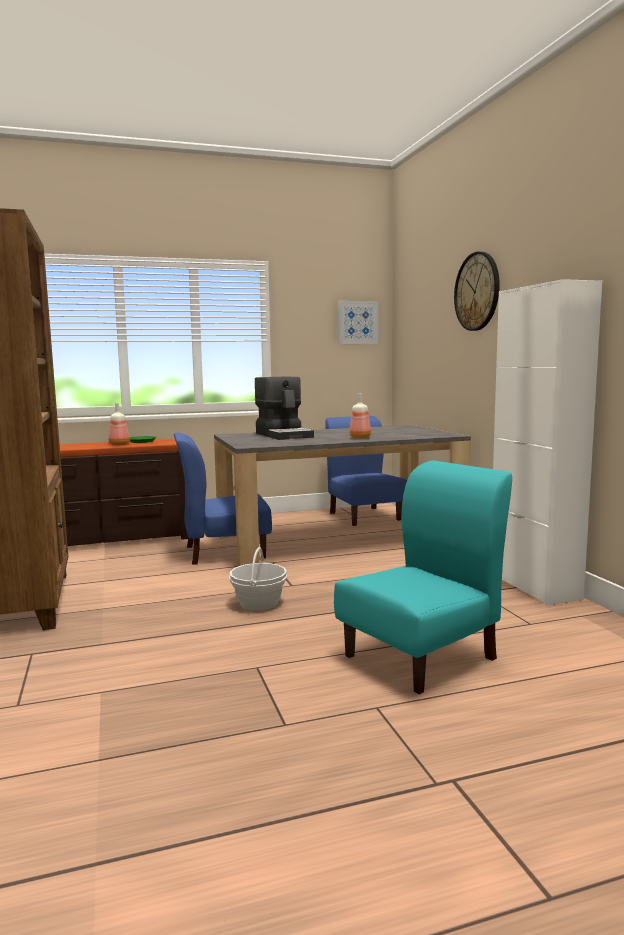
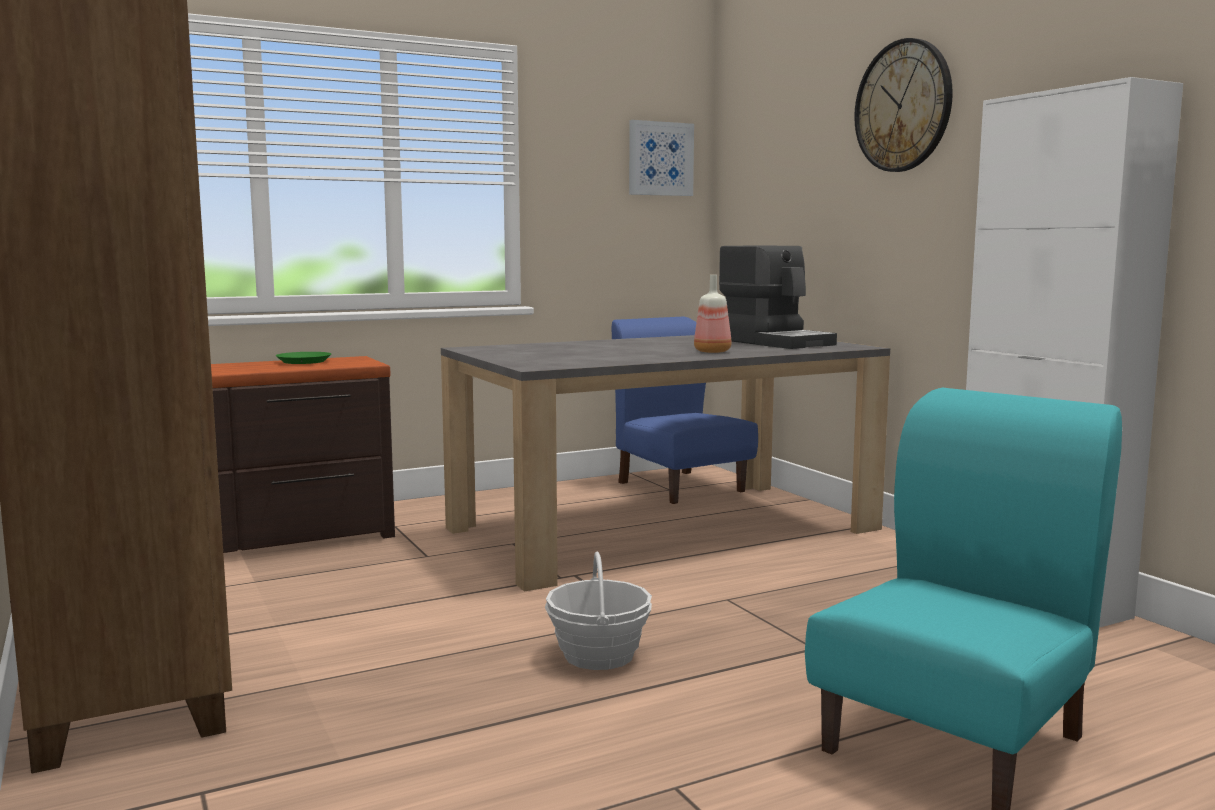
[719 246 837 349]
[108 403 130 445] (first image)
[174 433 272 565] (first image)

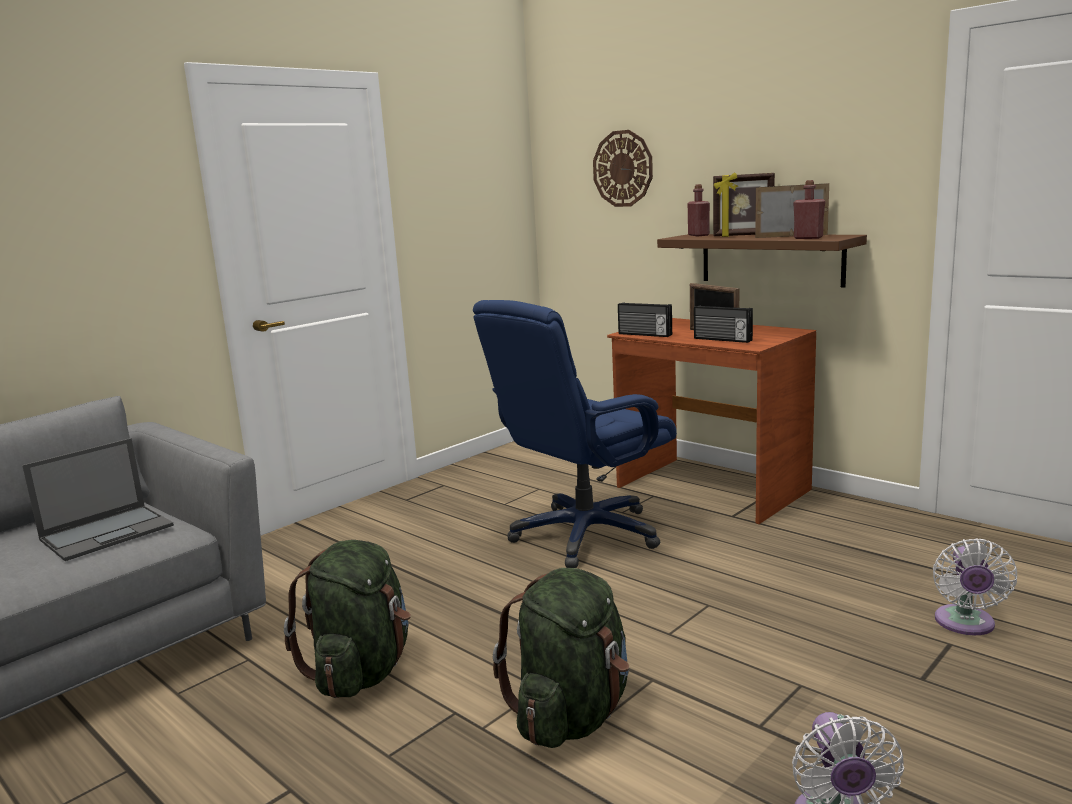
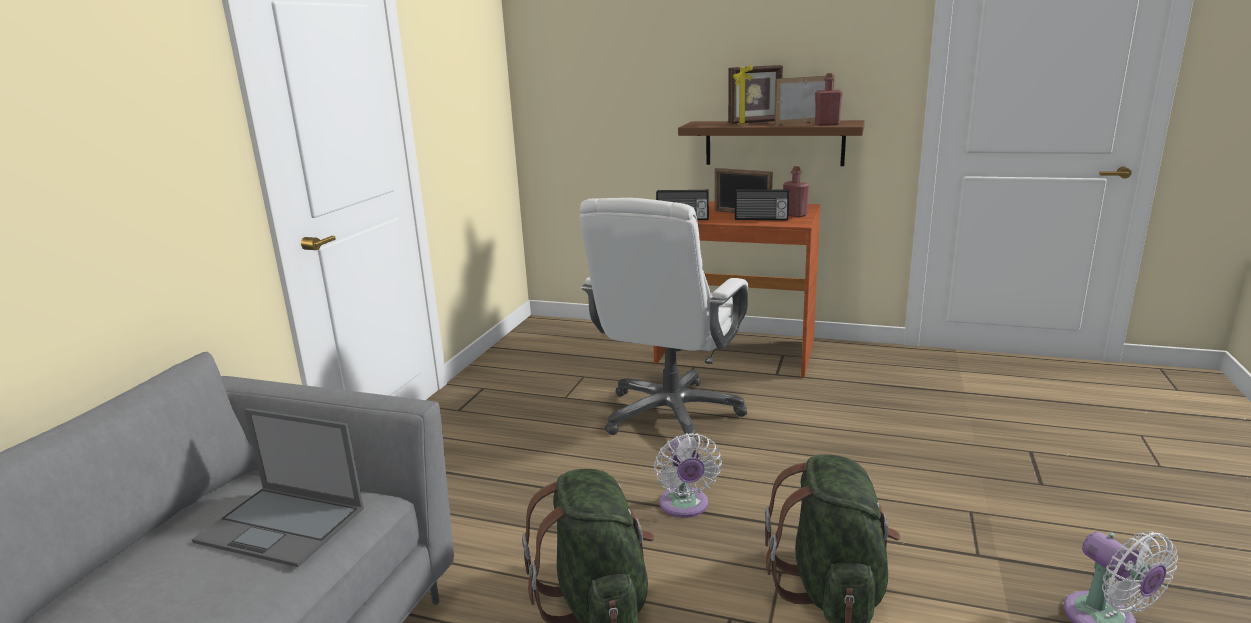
[192 408 364 567]
[580 198 748 449]
[654 433 722 518]
[783 166 809 218]
[593 130 653 207] (first image)

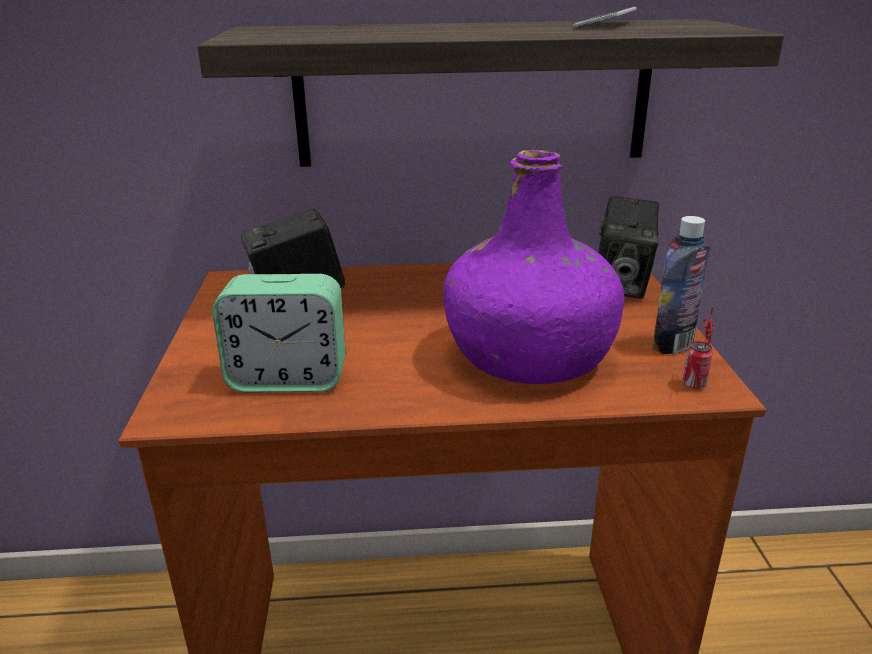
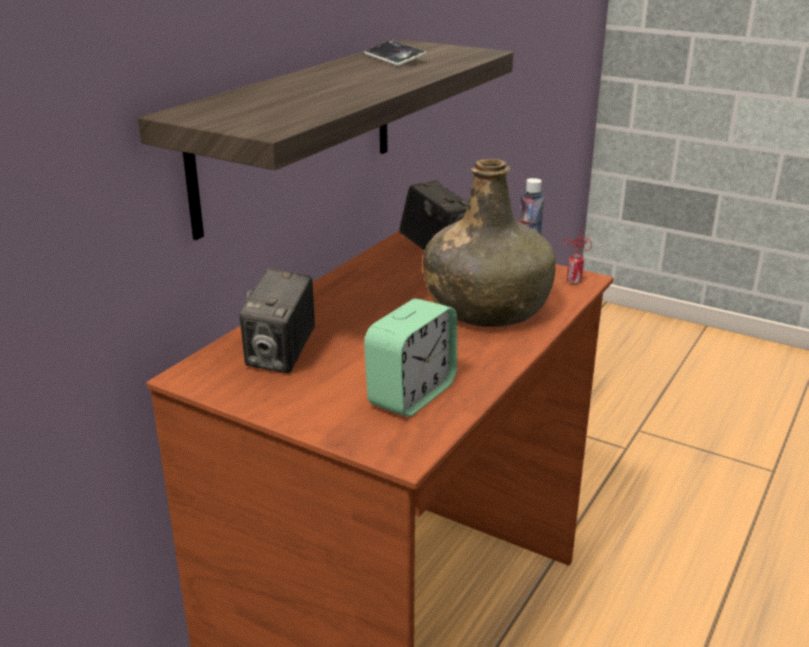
[423 159 556 327]

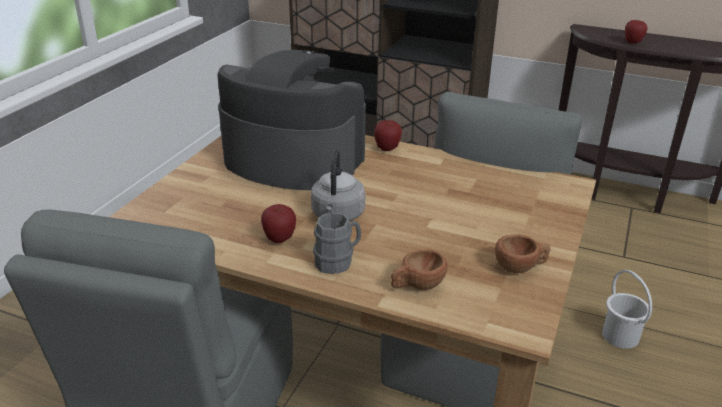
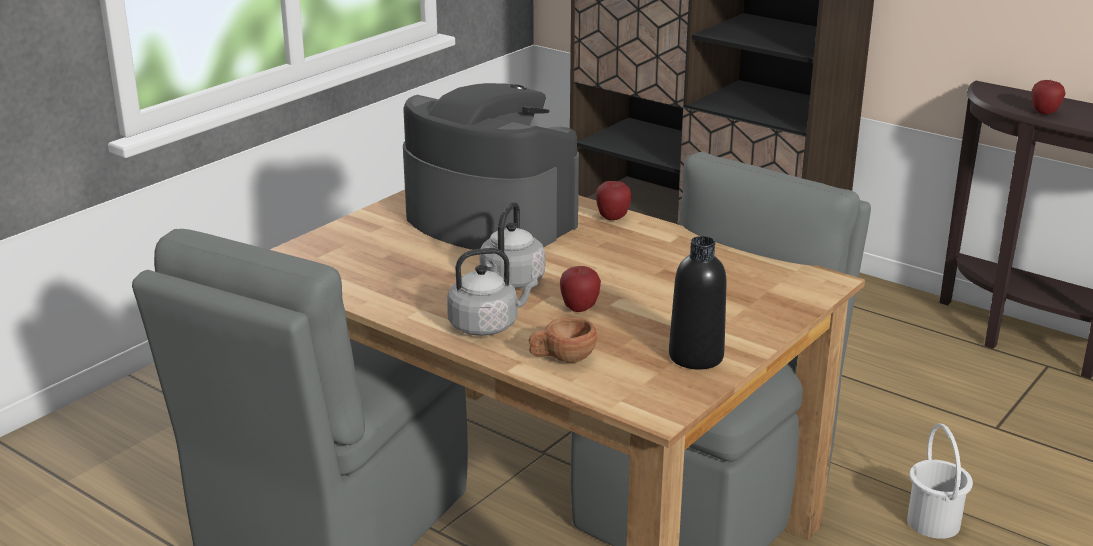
[447 248 538 336]
[560 266 601 312]
[669 236 727 369]

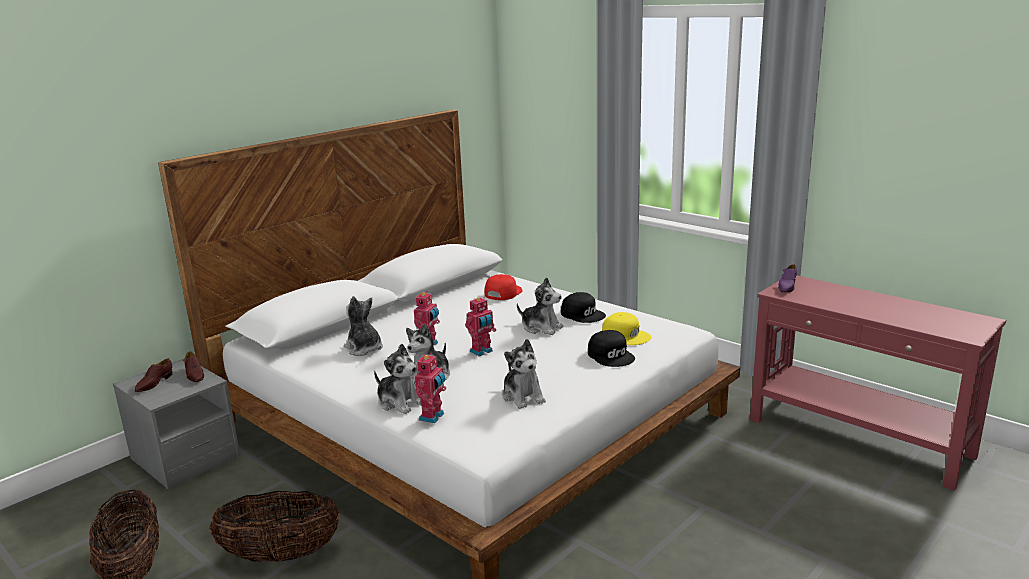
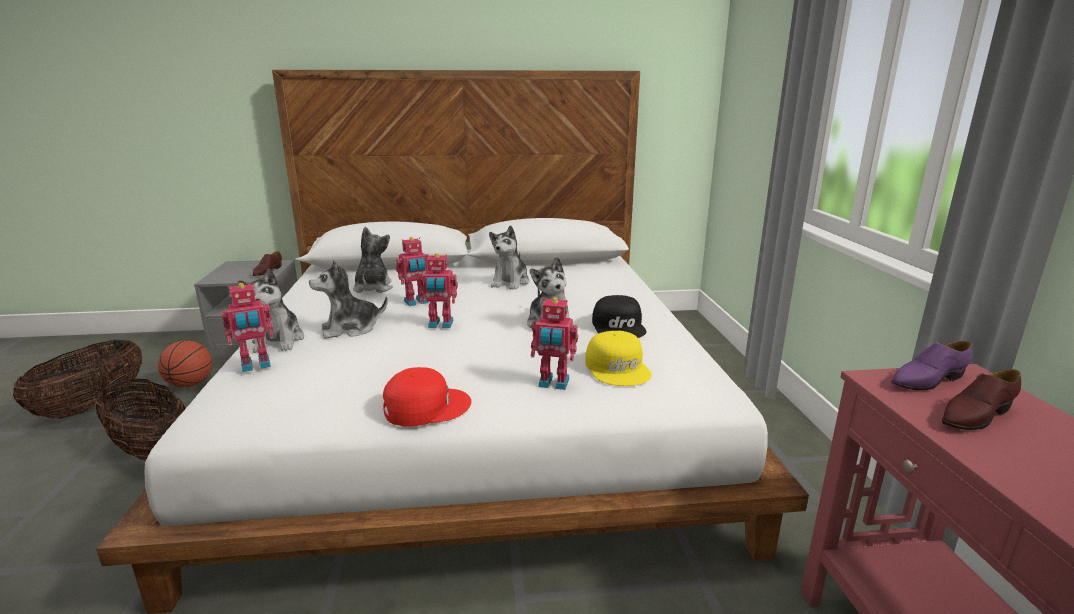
[158 340 212 387]
[383 367 471 426]
[489 226 529 290]
[531 297 578 390]
[942 369 1021 430]

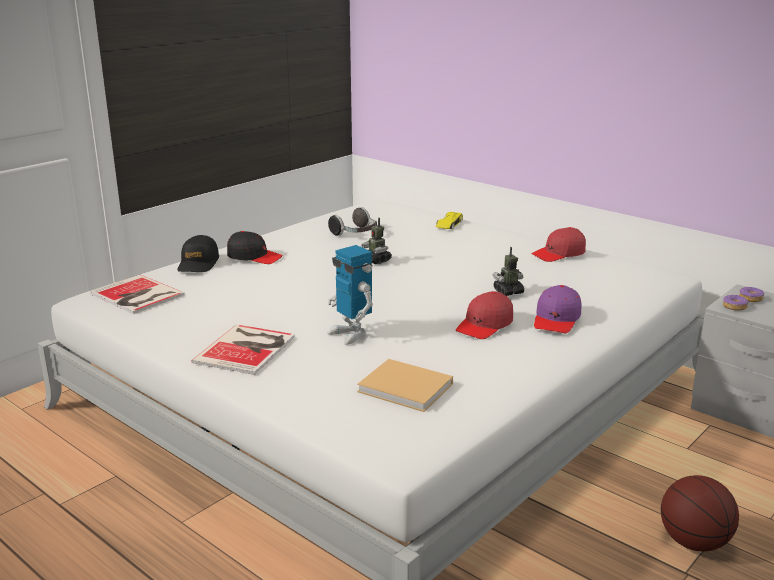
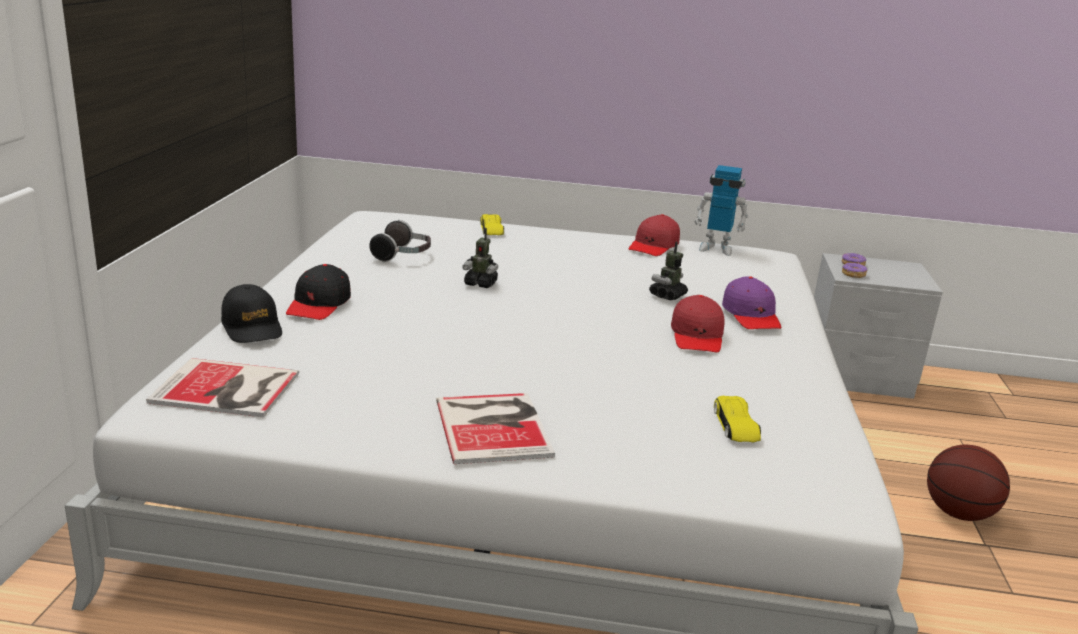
[286 264 351 320]
[694 165 748 256]
[714 396 761 442]

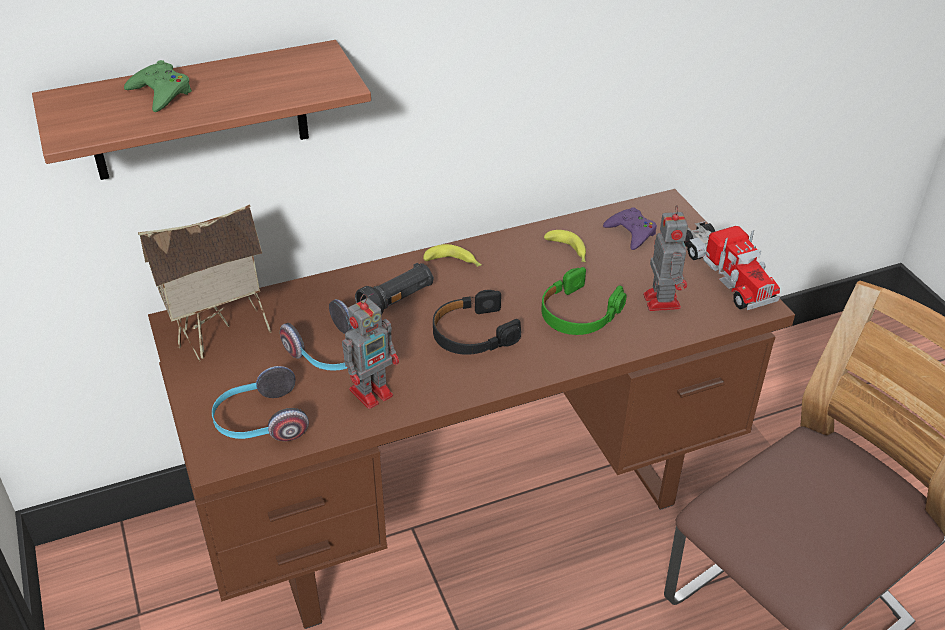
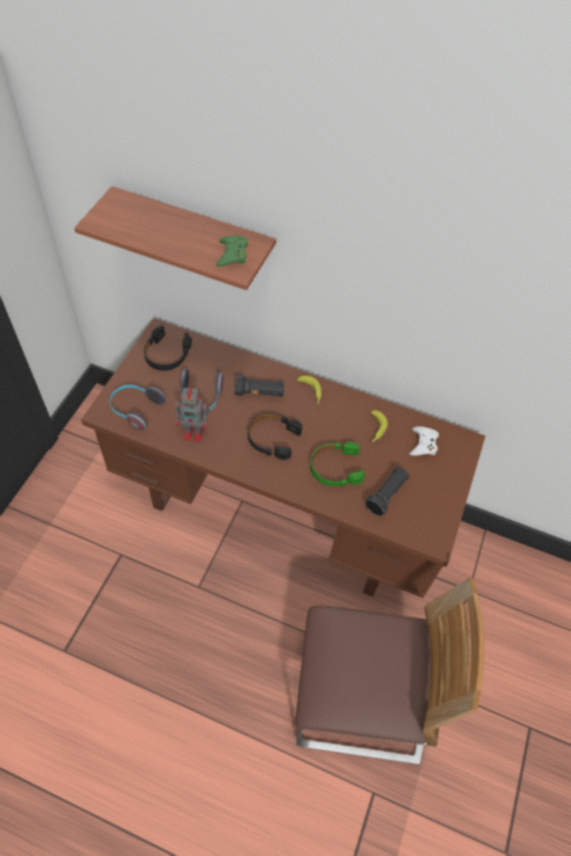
[144 326 192 371]
[216 235 248 267]
[365 467 409 516]
[409 426 439 456]
[684 221 780 310] (first image)

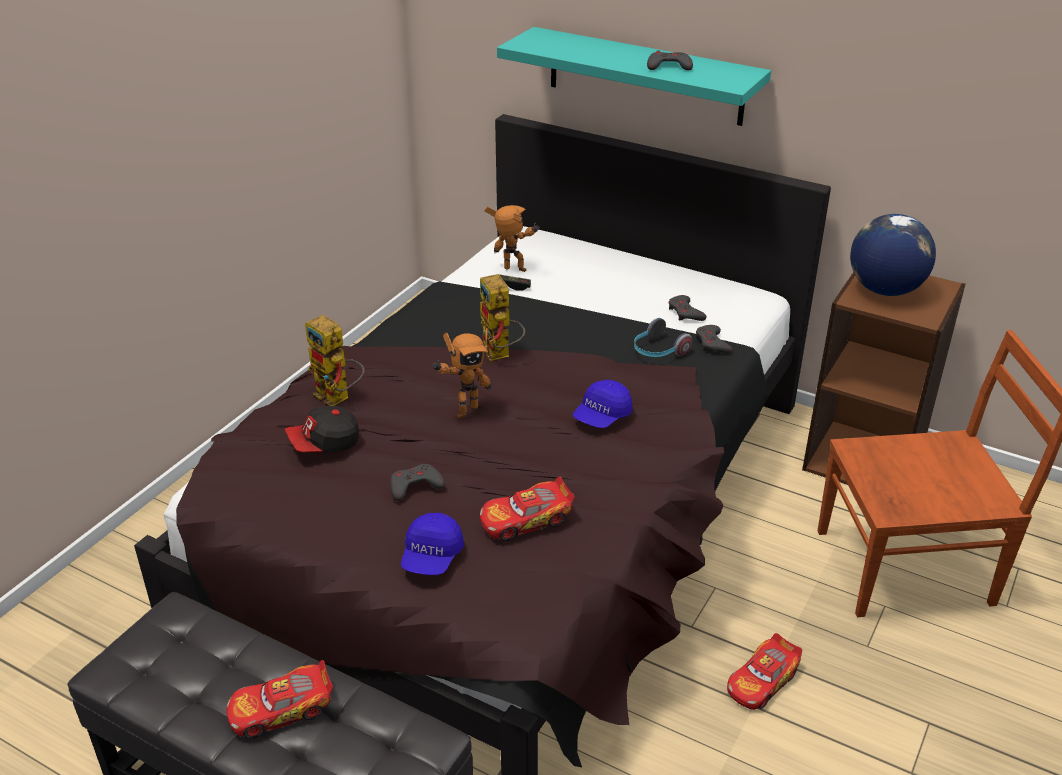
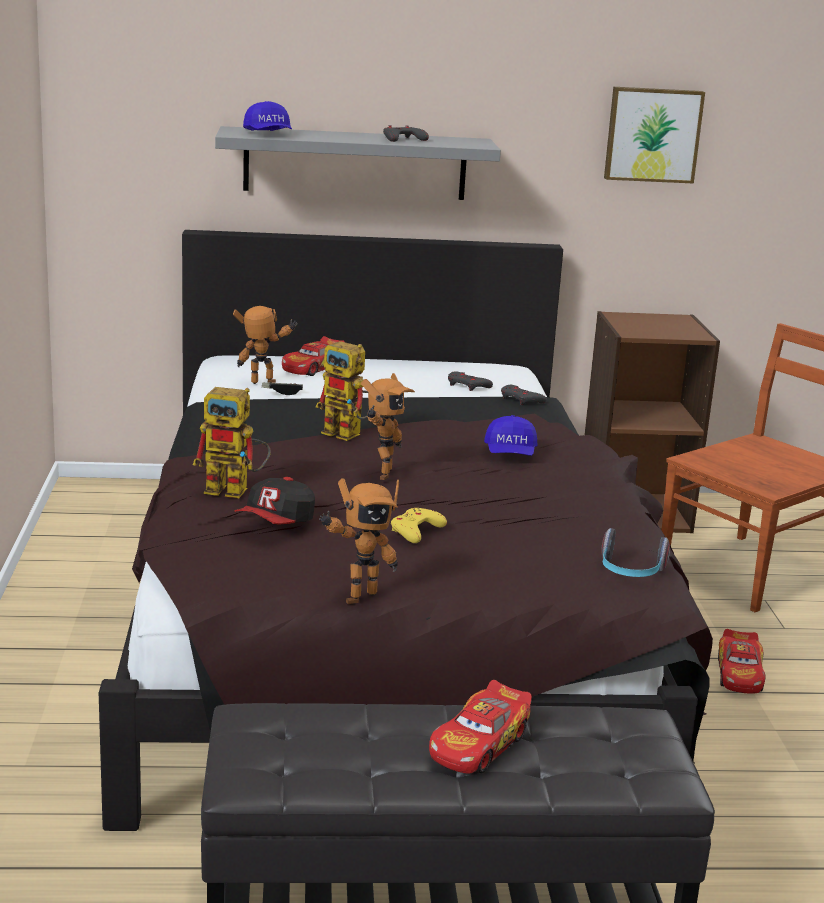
[215 126 501 200]
[243 101 292 131]
[282 336 345 376]
[319 478 399 604]
[391 508 447 543]
[601 528 670 577]
[604 87 705 184]
[850 214 936 296] (first image)

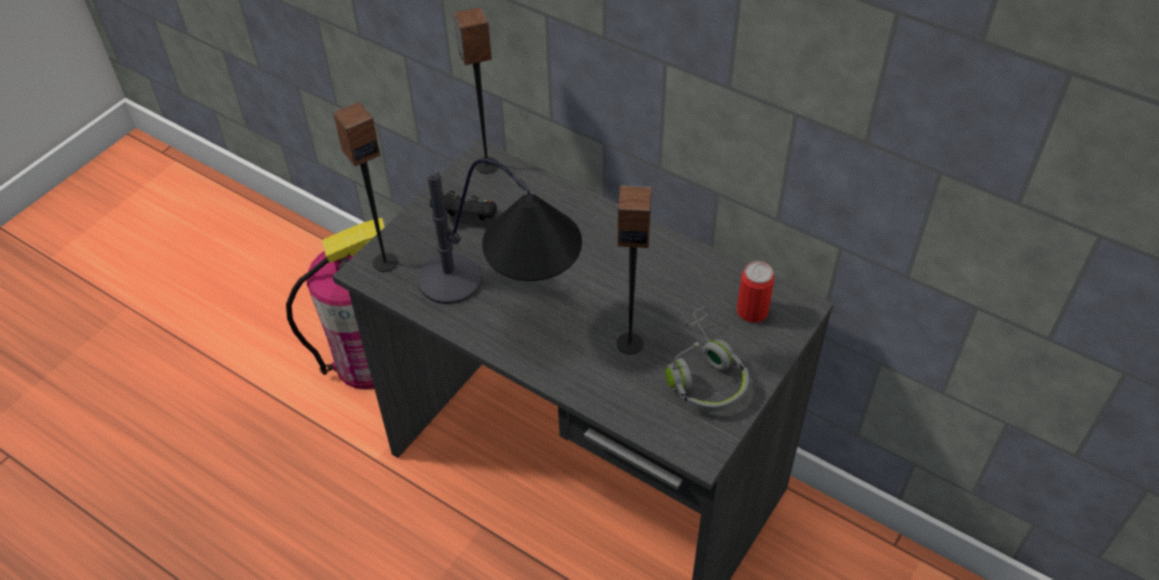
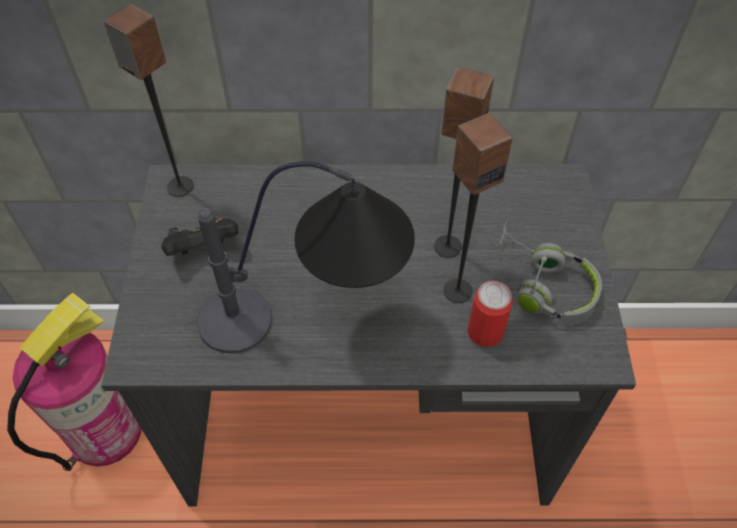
[434 67 494 258]
[468 281 513 347]

